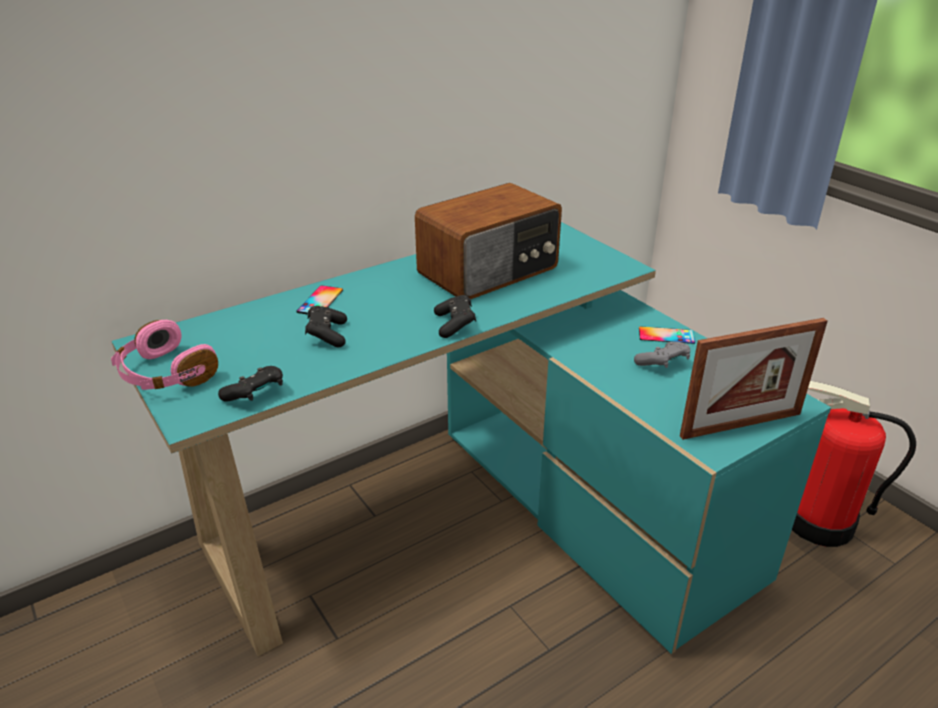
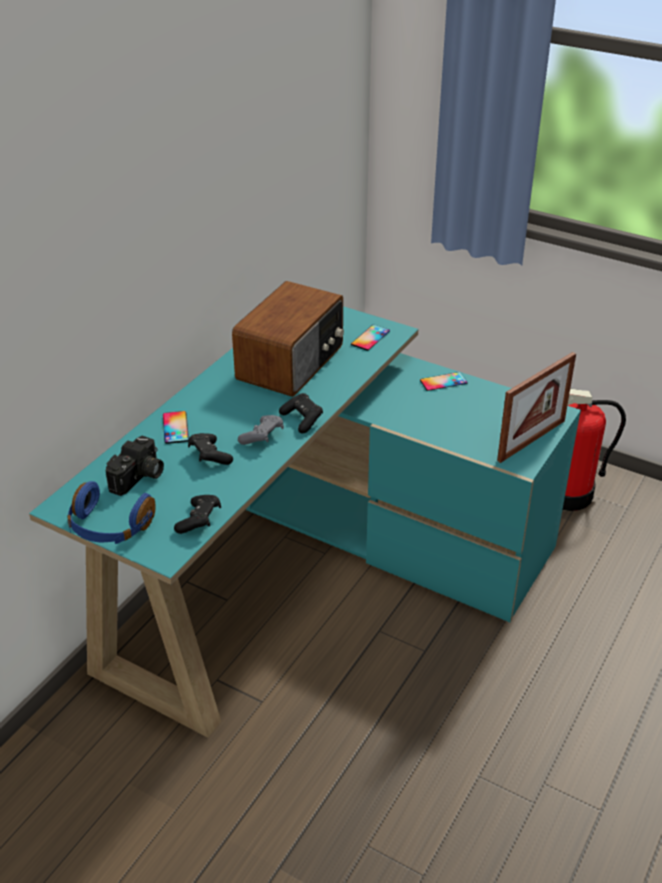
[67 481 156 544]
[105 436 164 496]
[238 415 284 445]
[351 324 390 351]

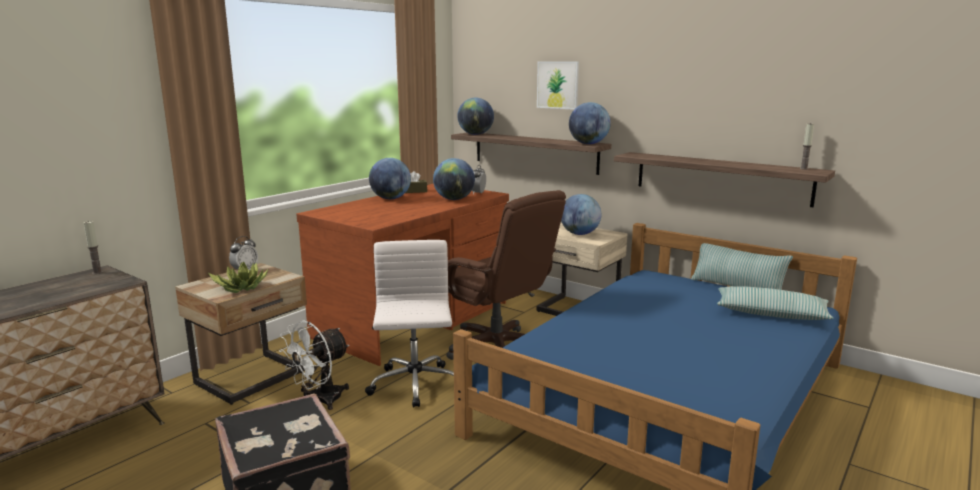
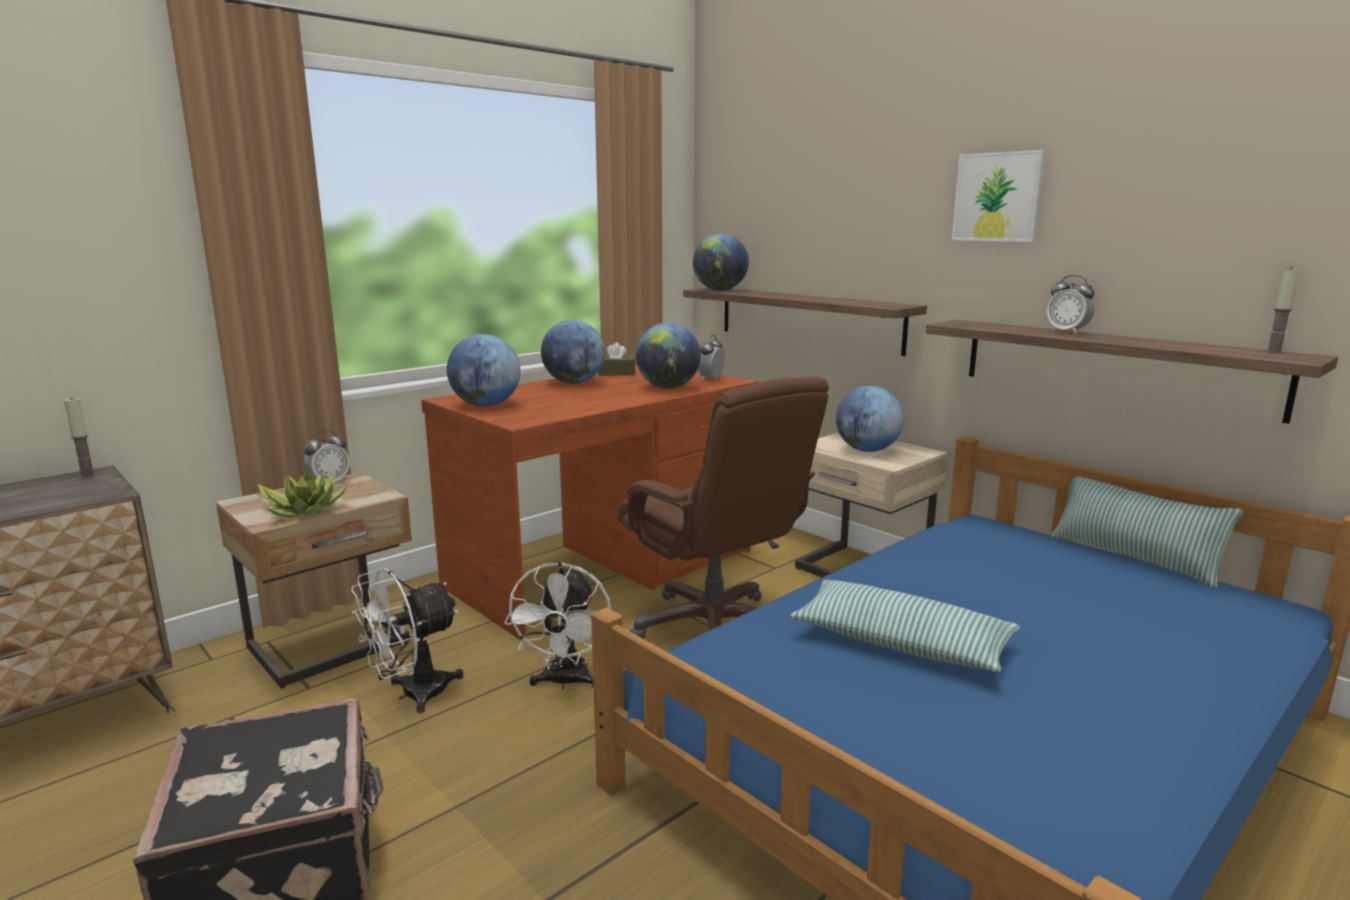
[447 334 521 406]
[505 562 611 689]
[790 580 1020 672]
[952 150 1045 242]
[1047 275 1095 334]

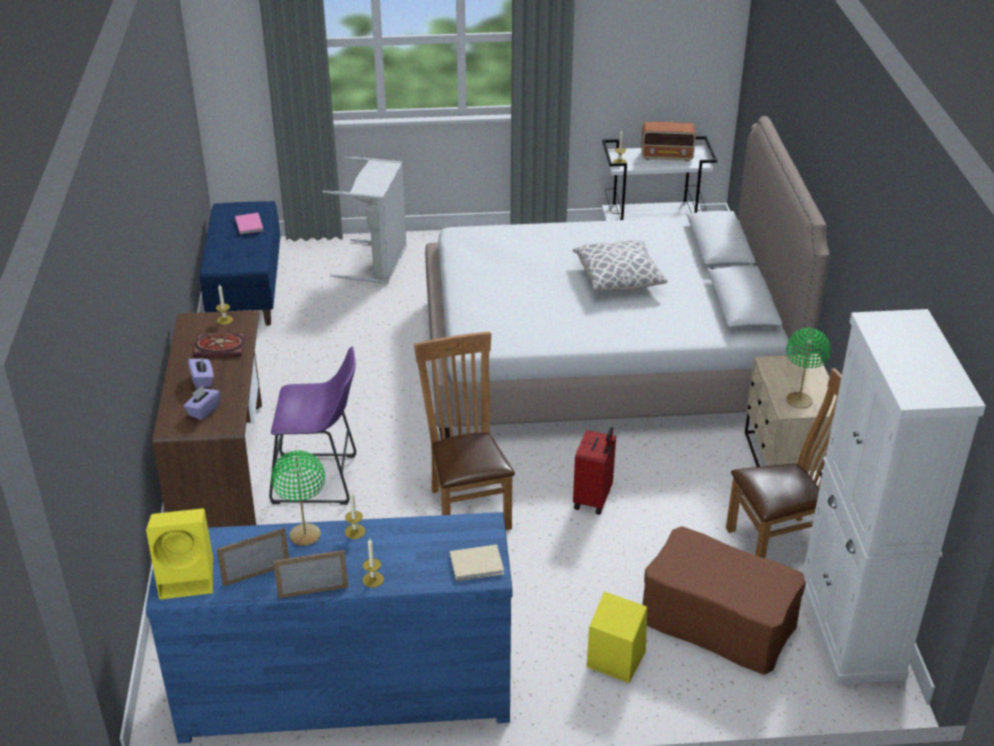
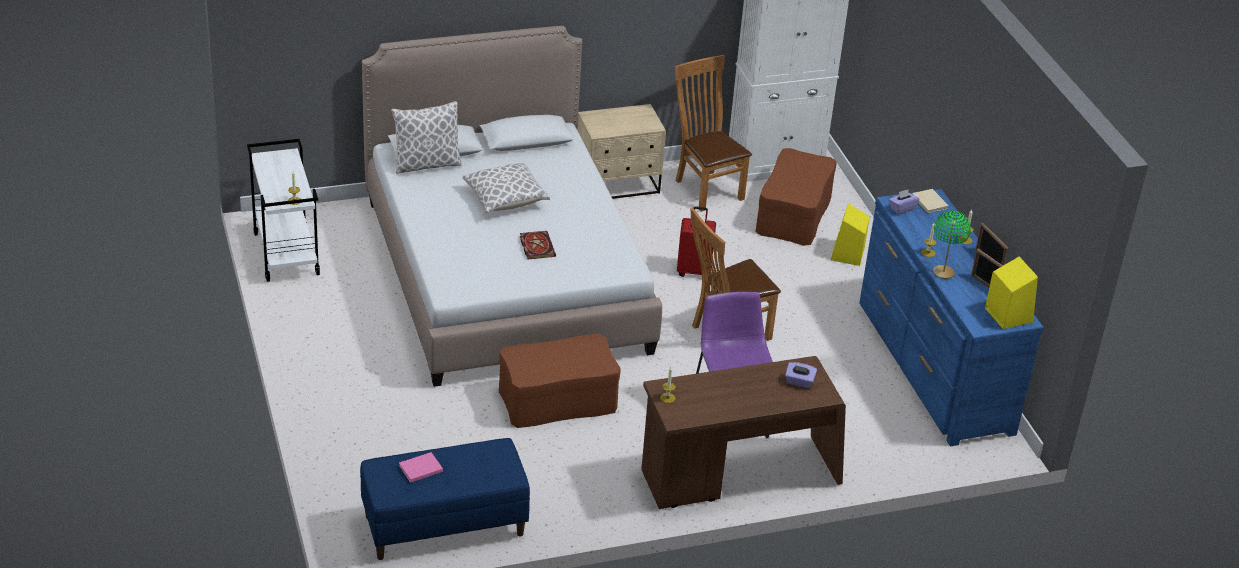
[391 101 462 174]
[499 333 621 428]
[520 231 556 260]
[889 189 919 215]
[322 156 407 284] (first image)
[641 122 696 161] (first image)
[786 328 831 409] (first image)

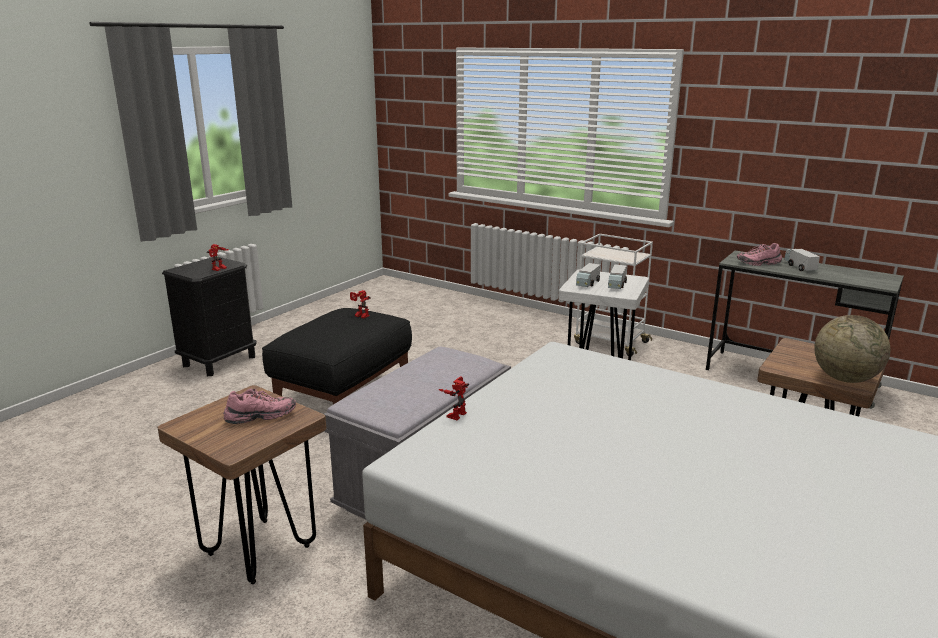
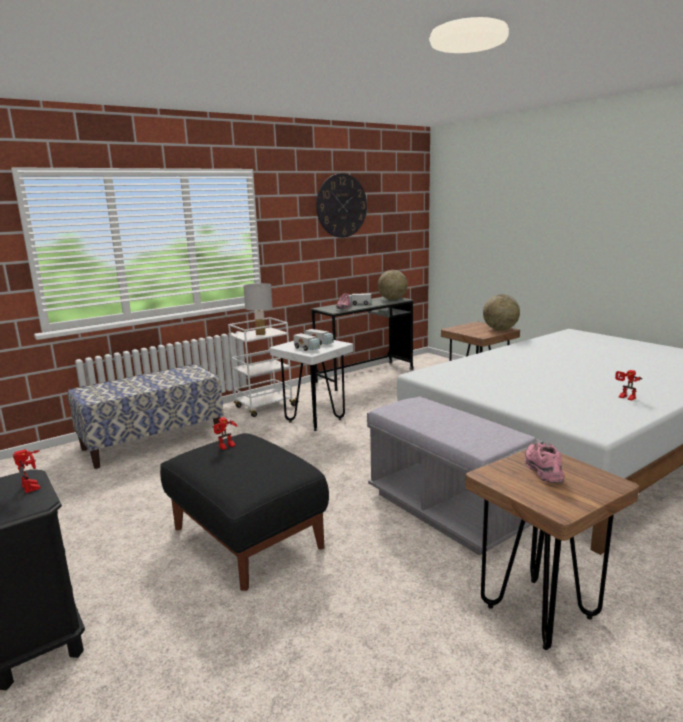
[68 364 224 469]
[243 283 273 335]
[316 173 367 238]
[378 270 408 300]
[615 370 642 401]

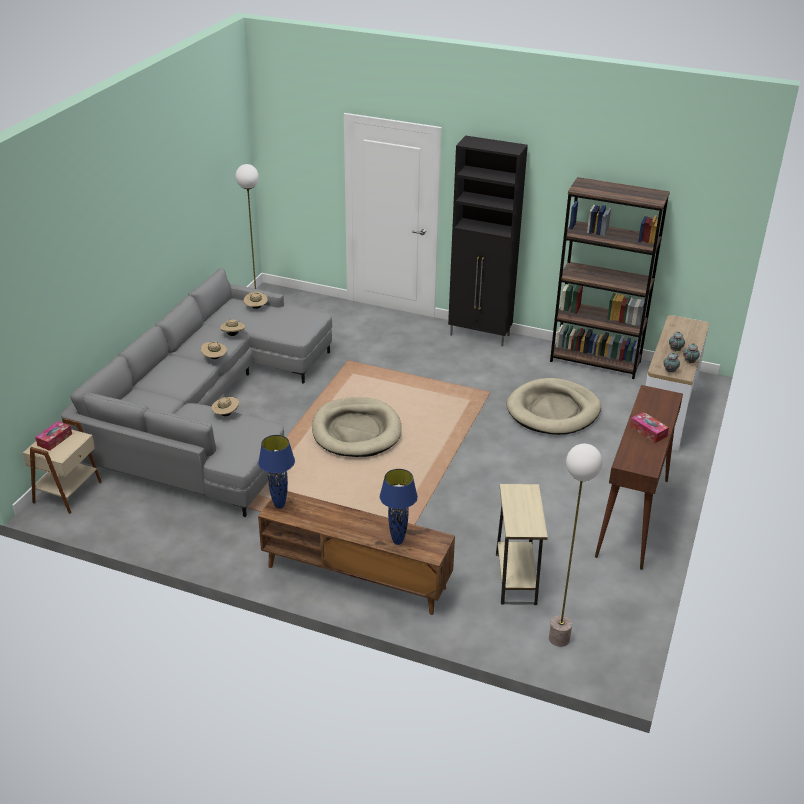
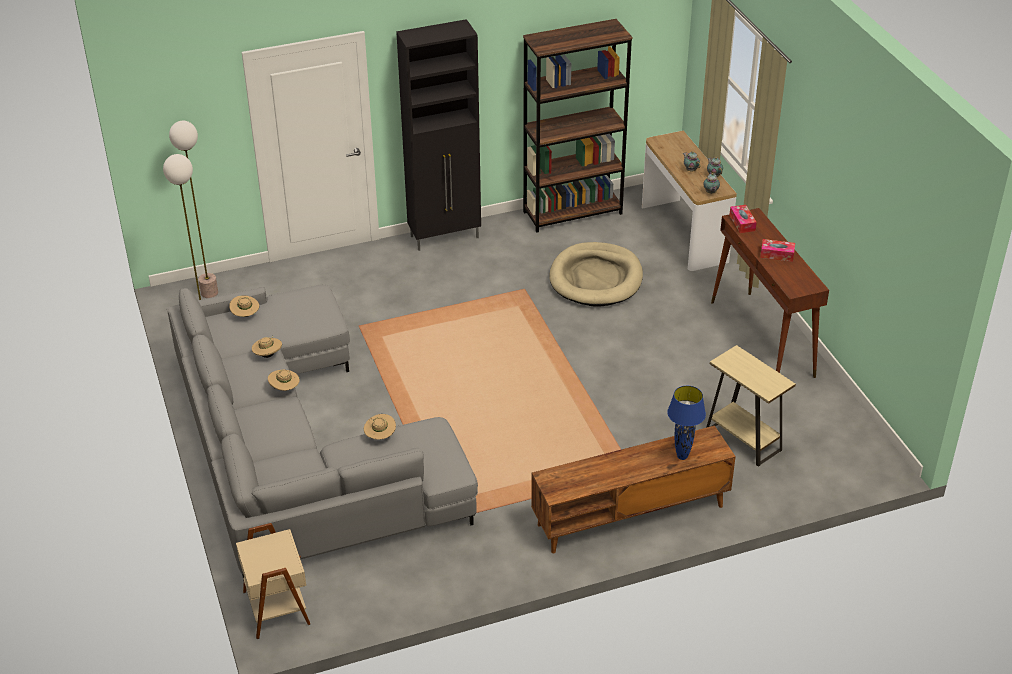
[169 121 218 298]
[729 205 757 233]
[258 435 295 509] (first image)
[312 397 402 457] (first image)

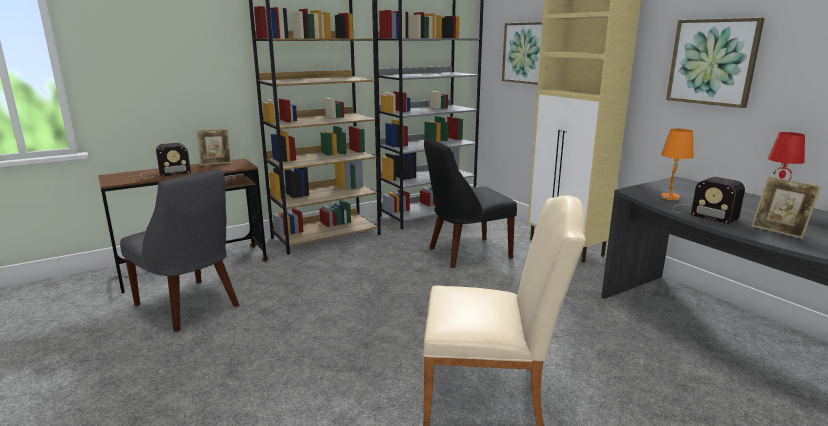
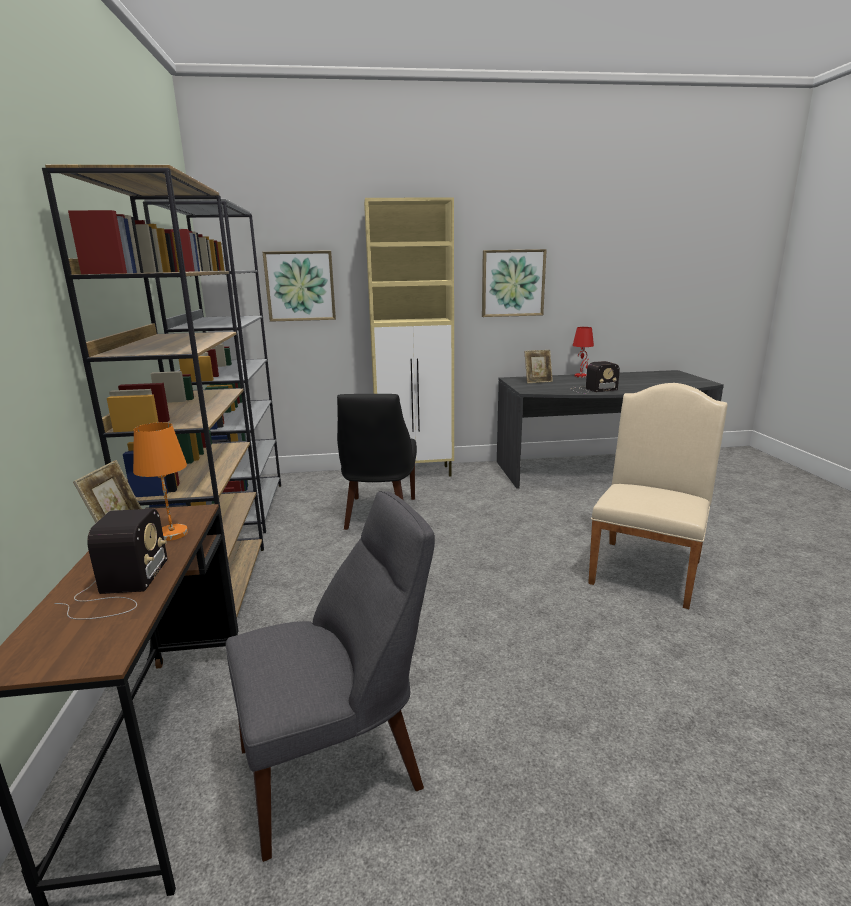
[133 422 188 541]
[524 350 553 384]

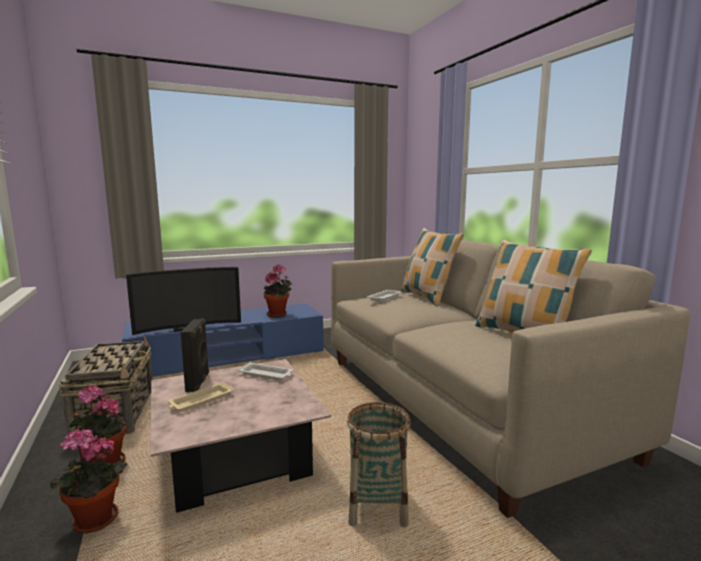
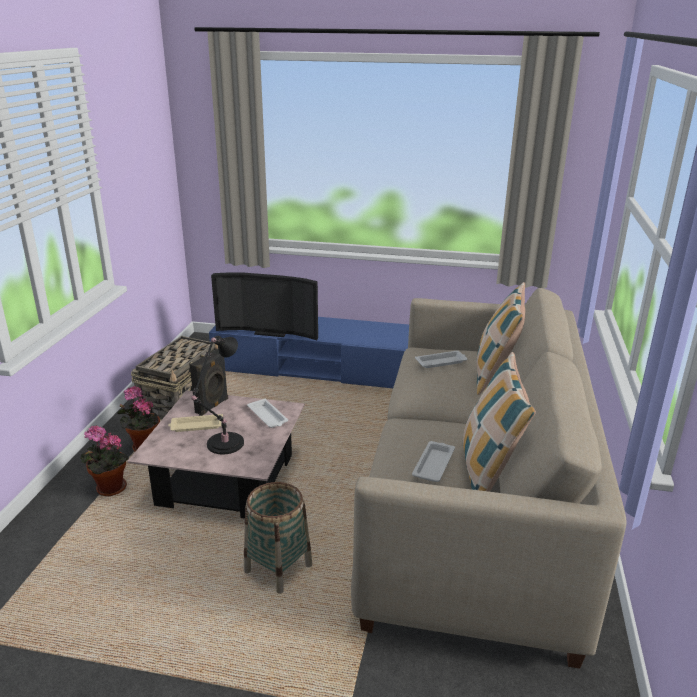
[191 336 244 454]
[412 441 455 482]
[264 264 292 317] (first image)

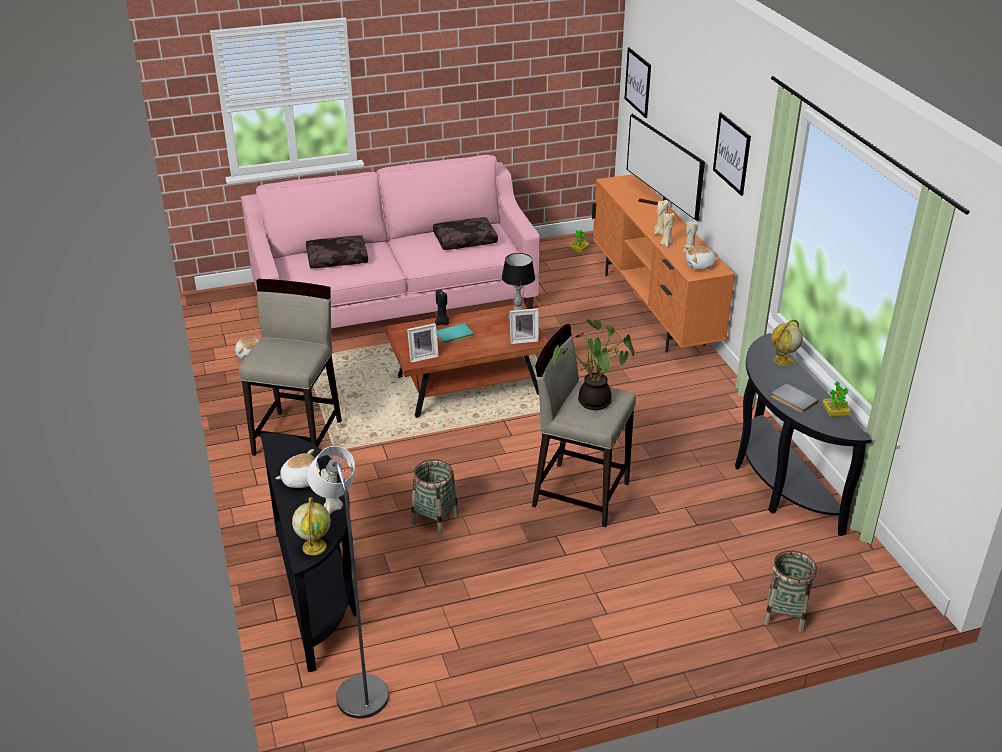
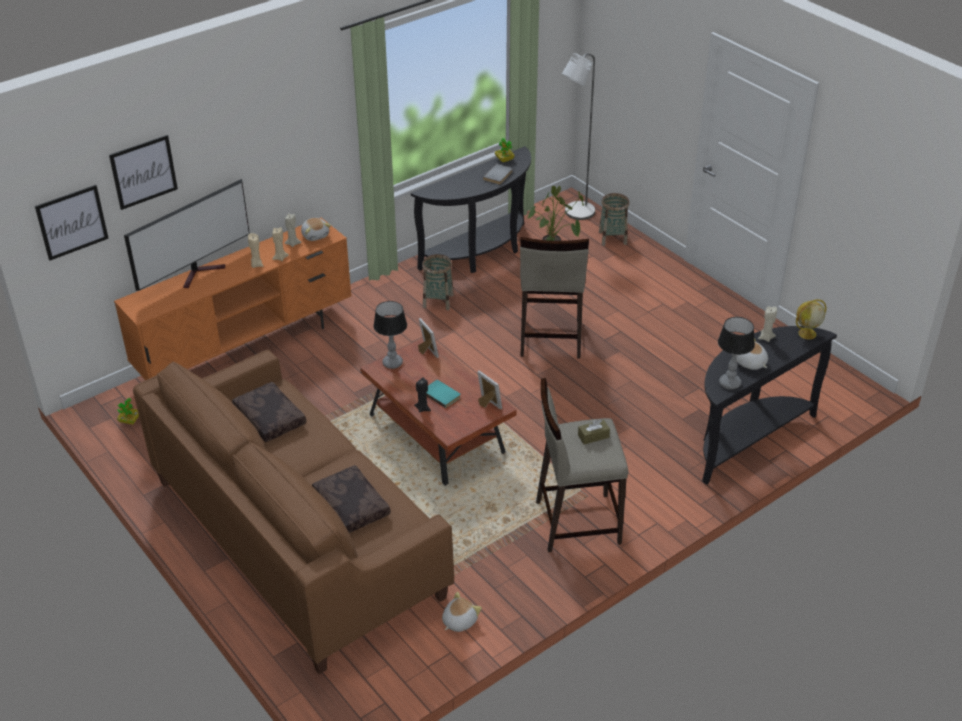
[109 135 178 210]
[133 350 454 674]
[422 254 454 310]
[562 53 595 220]
[578 419 610 444]
[718 317 755 389]
[771 320 803 366] (first image)

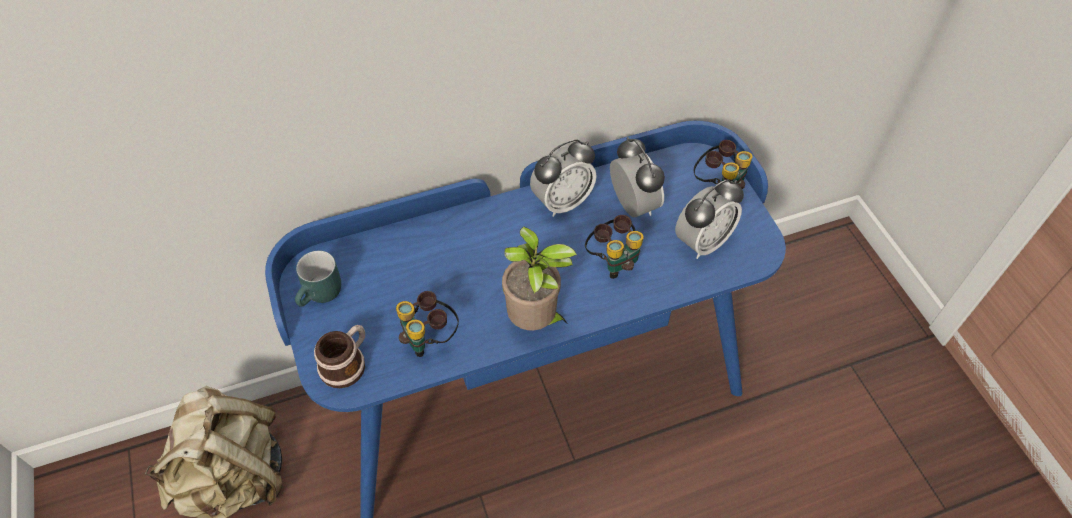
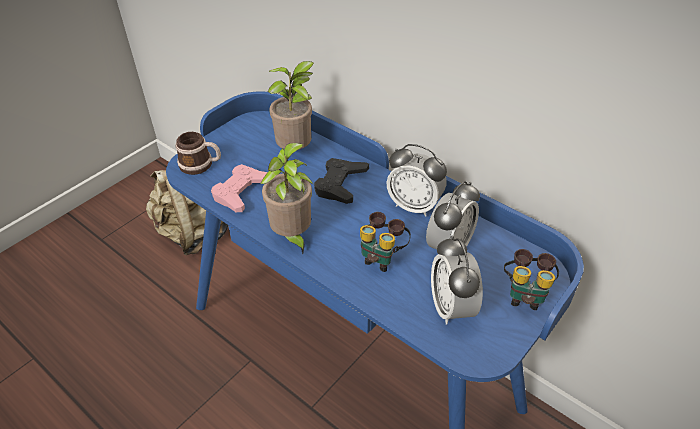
[211 164 267 212]
[268 61 314 150]
[314 158 369 204]
[431 236 483 325]
[295 250 341 307] (first image)

